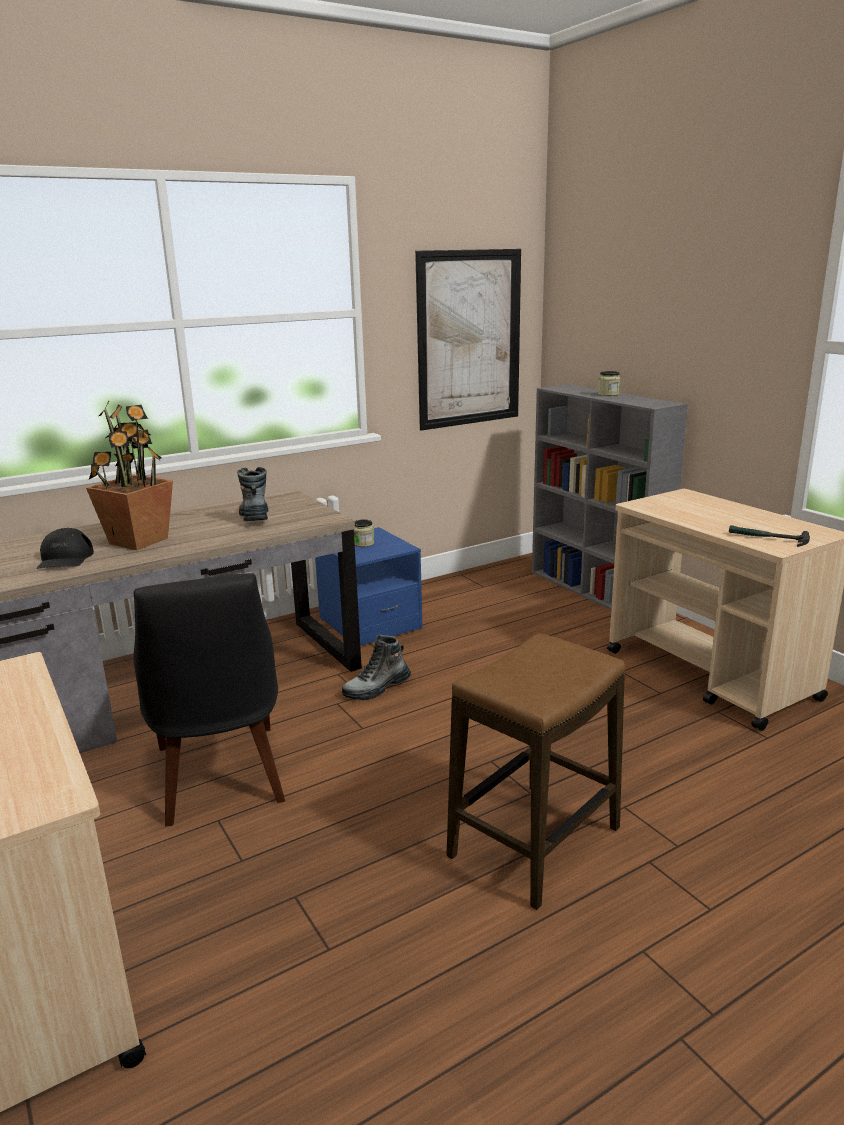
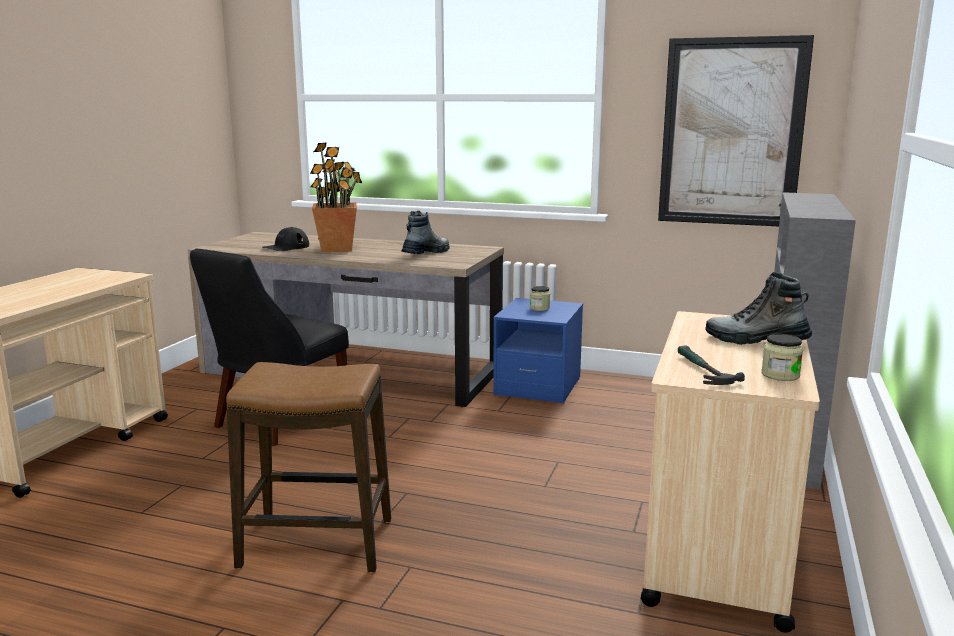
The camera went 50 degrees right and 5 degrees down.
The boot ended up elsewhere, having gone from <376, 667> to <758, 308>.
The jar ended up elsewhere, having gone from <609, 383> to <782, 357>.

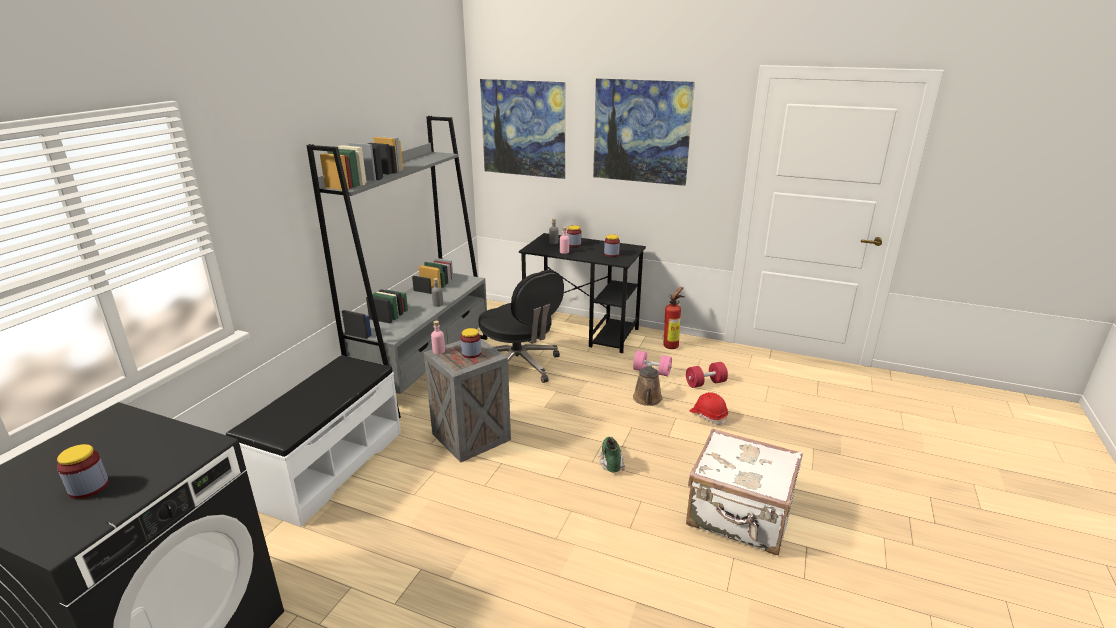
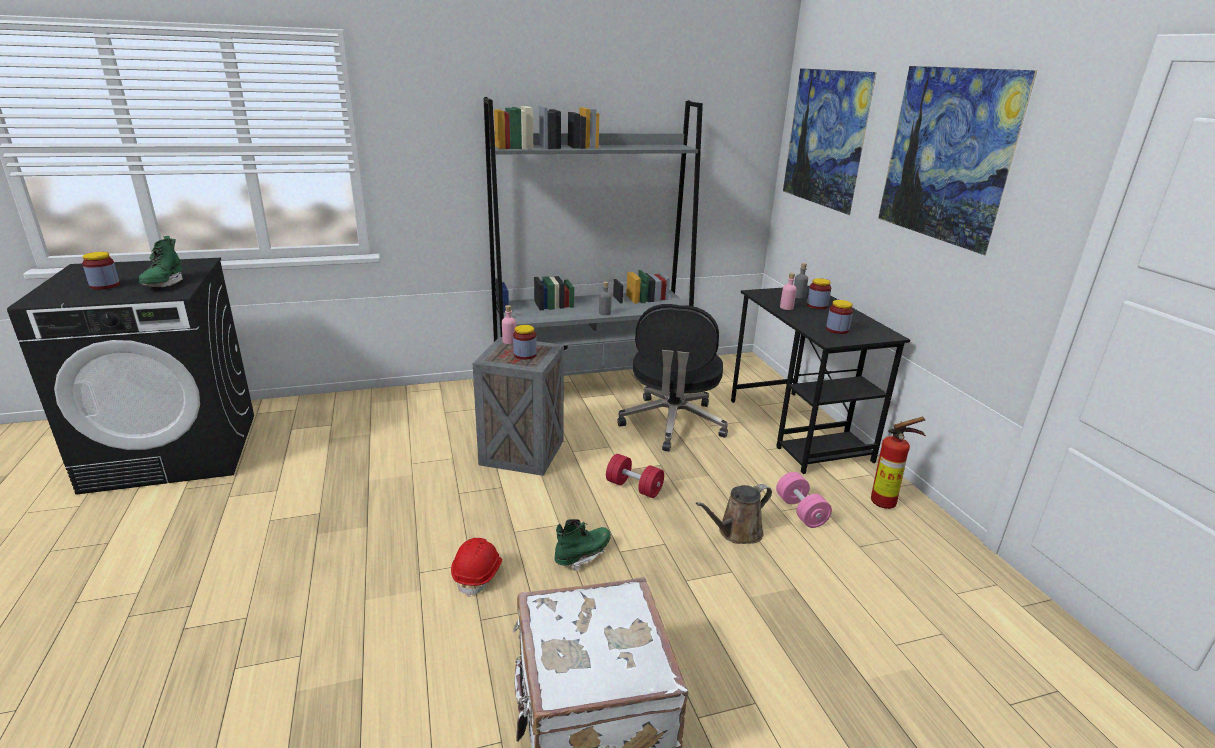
The camera went 50 degrees right and 0 degrees up.
The second view gained the green-coloured boot at <161, 261>.
The red-coloured hard hat ended up elsewhere, having gone from <709, 408> to <476, 567>.
The red-coloured hand weight ended up elsewhere, having gone from <707, 375> to <635, 476>.
The second view lost the white-coloured long seat at <313, 441>.

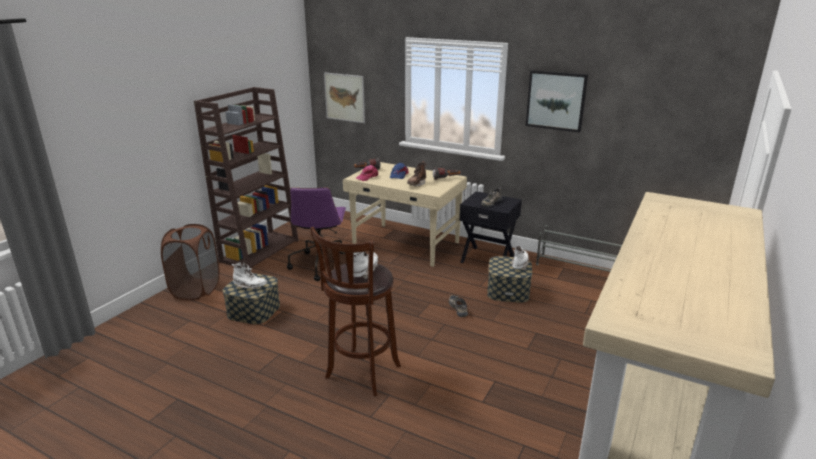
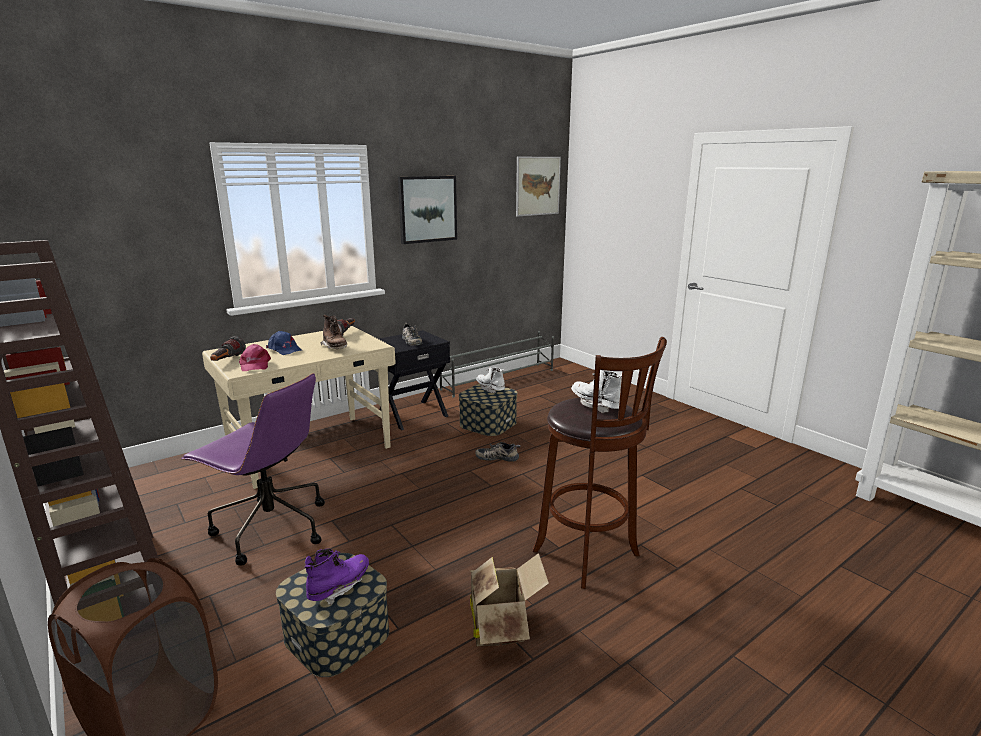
The camera went 65 degrees left and 5 degrees down.
What was the white-coloured boot at <249, 276> turned into the purple boot at <337, 576>.
The second view gained the carton at <509, 599>.
The wall picture ended up elsewhere, having gone from <344, 98> to <538, 186>.

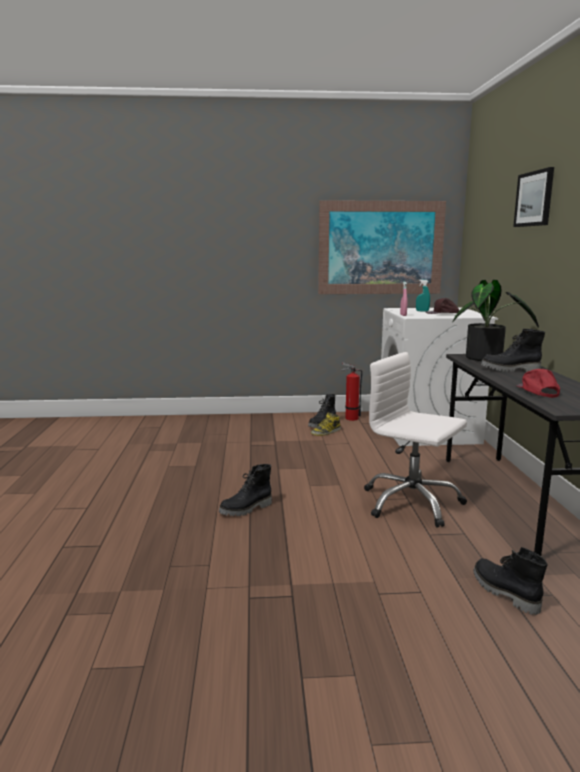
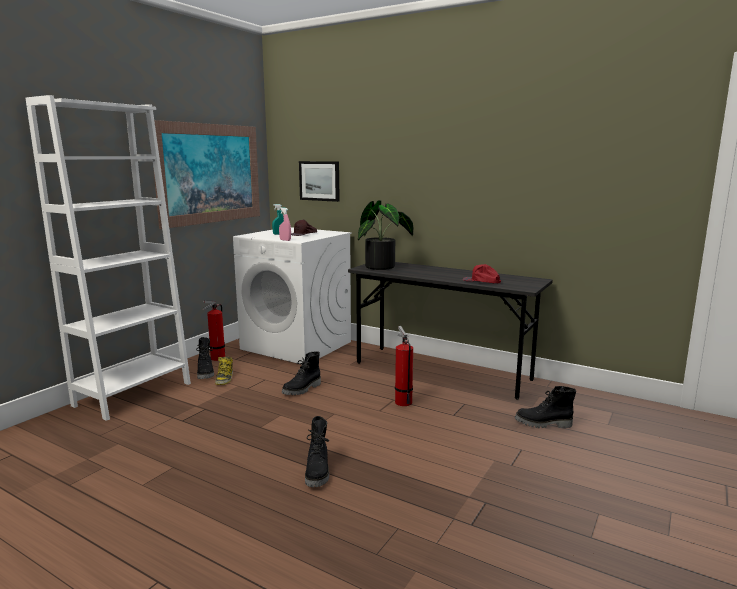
The camera went 55 degrees left and 0 degrees up.
The second view gained the white-coloured shelving unit at <108, 258>.
The blackish boot ended up elsewhere, having gone from <513, 350> to <301, 373>.
The wall picture ended up elsewhere, having gone from <533, 197> to <319, 181>.
Where the white-coloured office chair stood at <415, 440>, the fire extinguisher came to stand at <404, 366>.

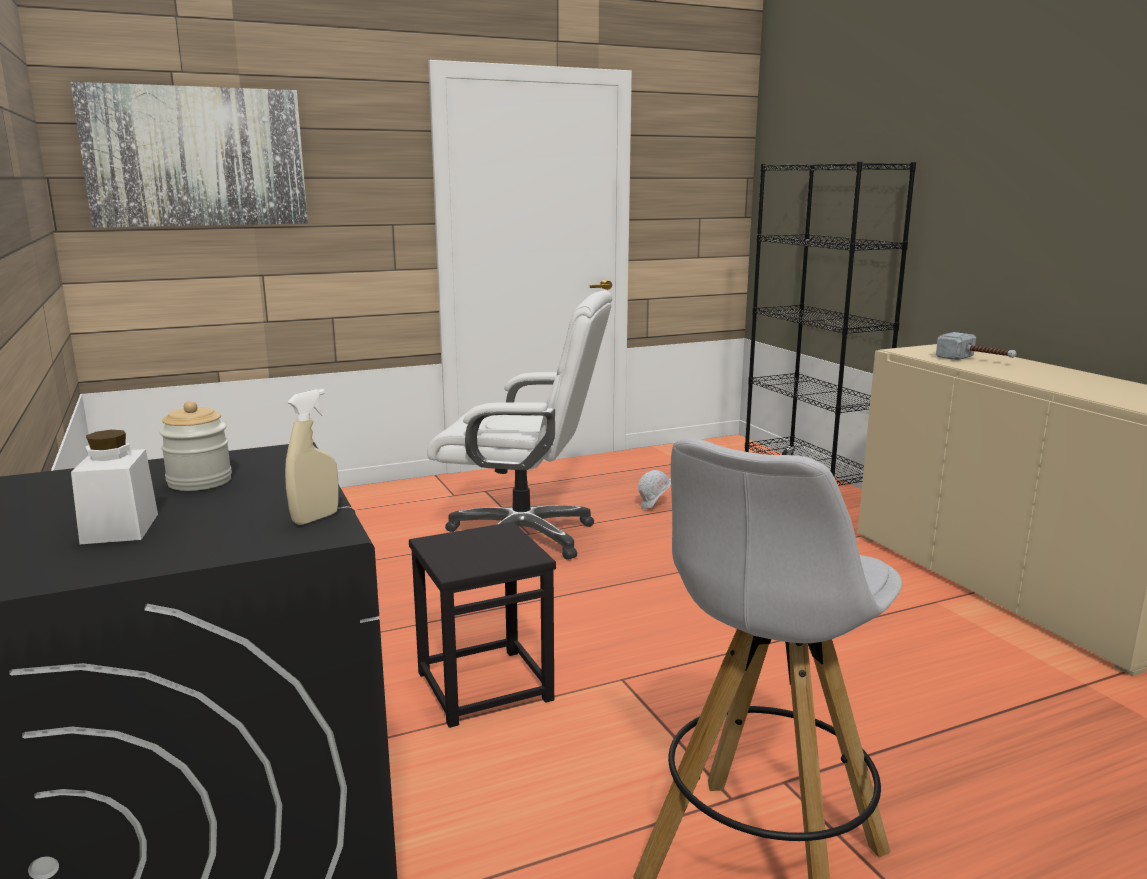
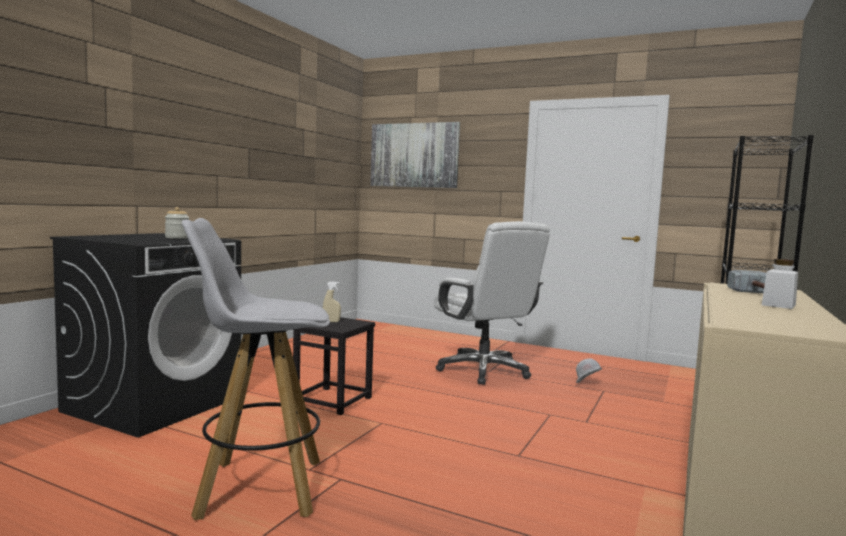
The camera went 50 degrees right and 10 degrees down.
The beige hand sprayer ended up elsewhere, having gone from <312, 457> to <332, 302>.
The white-coloured jar ended up elsewhere, having gone from <114, 487> to <780, 284>.

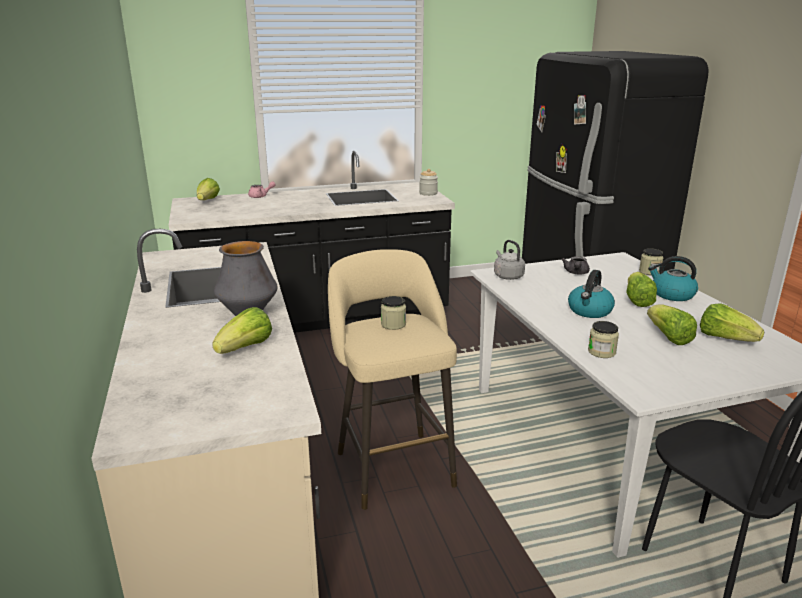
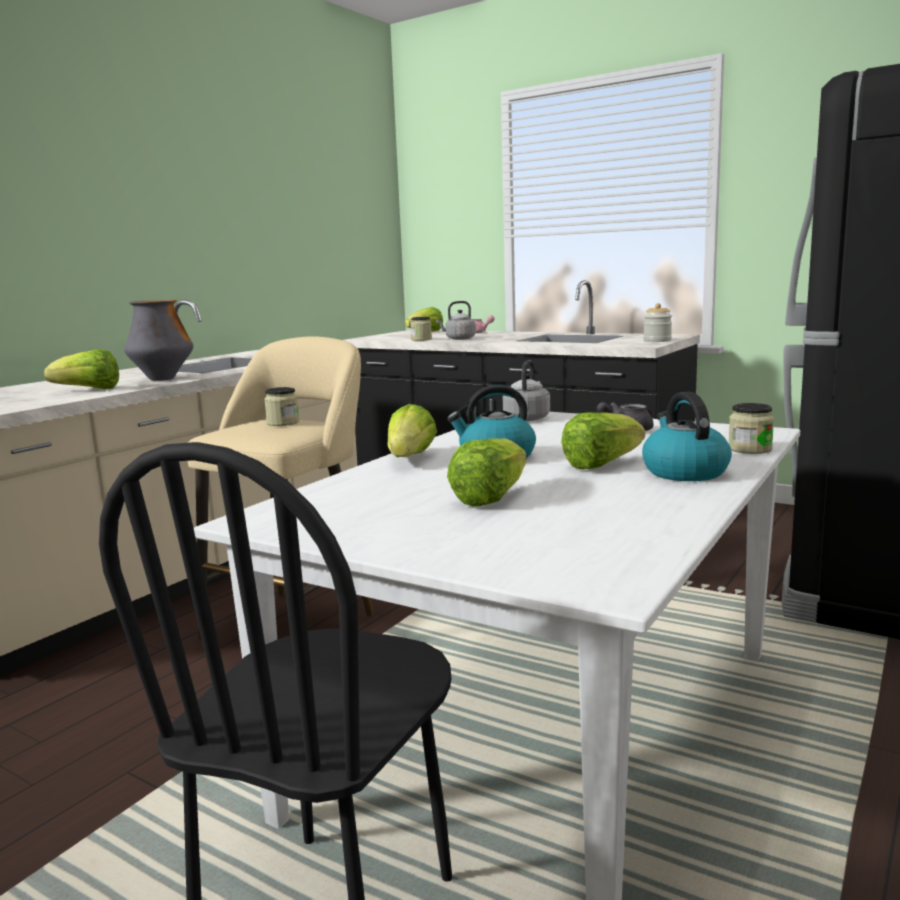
The camera went 50 degrees right and 10 degrees down.
The lettuce ended up elsewhere, having gone from <732, 322> to <412, 430>.
The jar ended up elsewhere, having gone from <603, 339> to <421, 329>.
The second view gained the greyish tea kettle at <456, 320>.

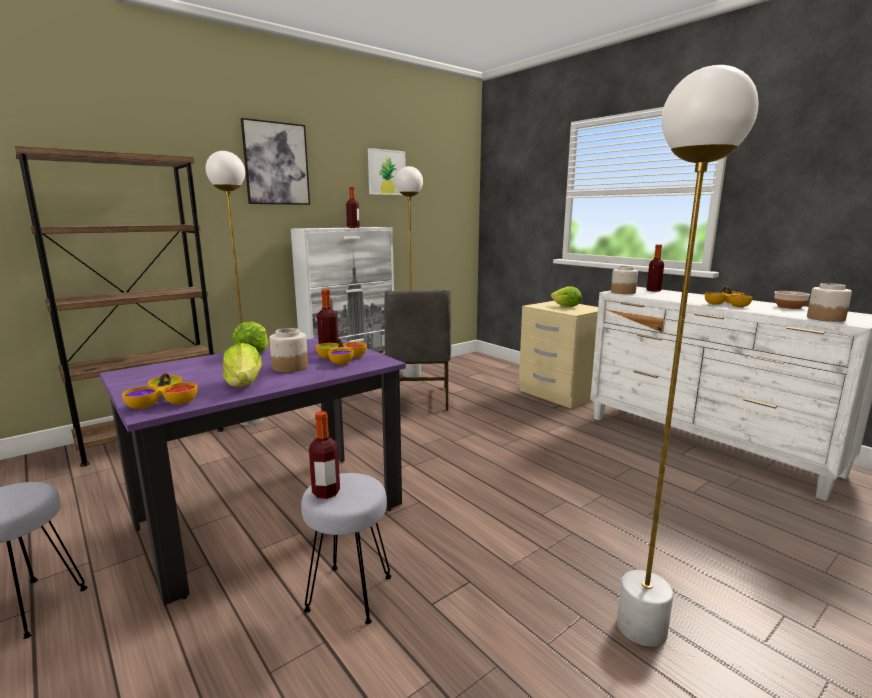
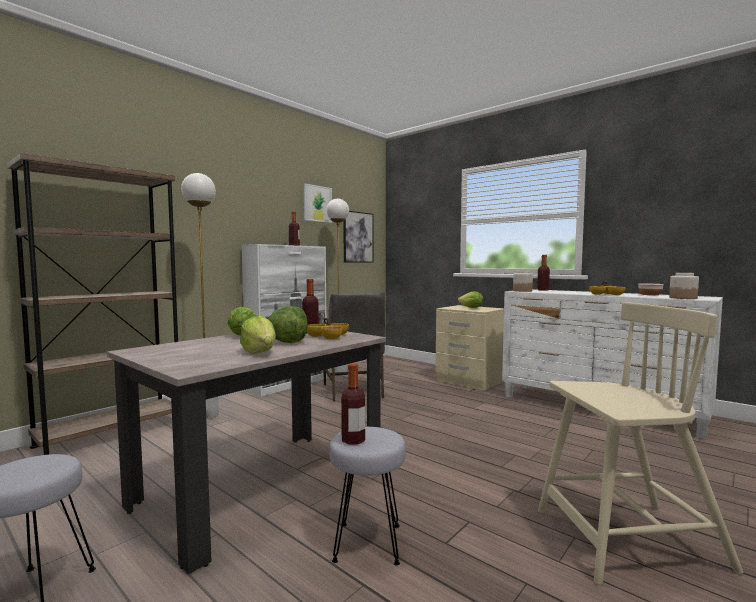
The camera went 10 degrees left and 10 degrees down.
What was the purple kitchen table at <252, 471> turned into the beige kitchen table at <246, 453>.
Where the jar stood at <288, 350>, the lettuce came to stand at <288, 324>.
The wall picture ended up elsewhere, having gone from <275, 161> to <358, 237>.
Where the white-coloured standard lamp stood at <687, 356>, the beige upright chair came to stand at <640, 443>.
The second view lost the bowl at <160, 391>.

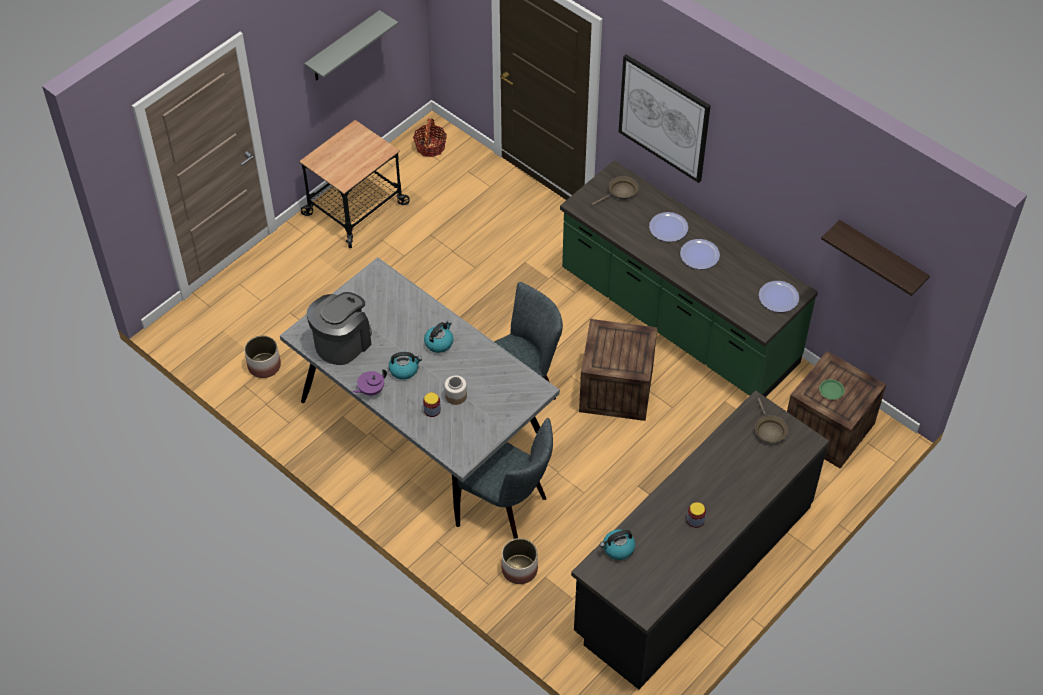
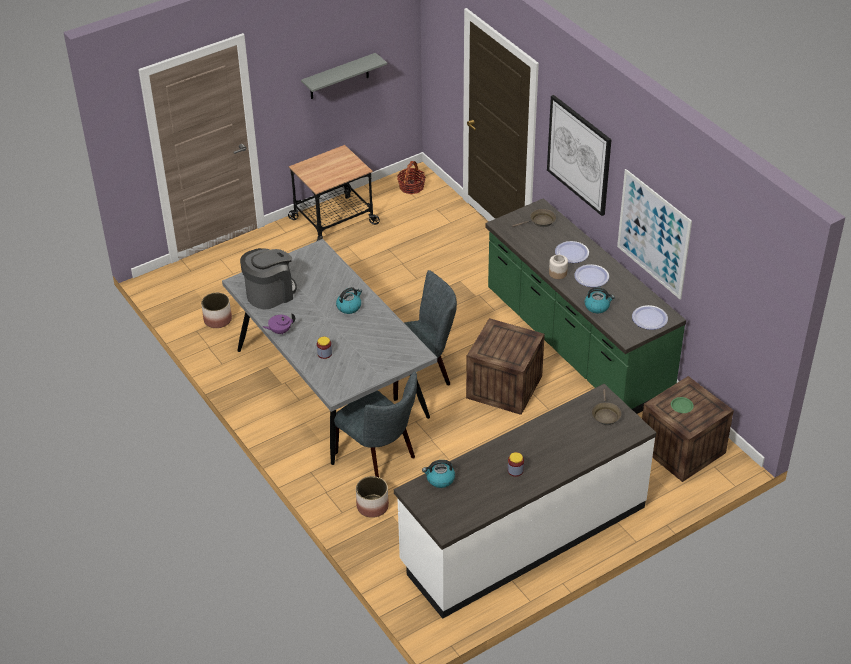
The camera went 15 degrees right and 10 degrees down.
What was the blackish counter at <700, 539> turned into the white-coloured counter at <525, 501>.
The jar ended up elsewhere, having gone from <455, 390> to <558, 267>.
The tea kettle ended up elsewhere, having gone from <405, 366> to <599, 300>.
The second view gained the wall picture at <654, 234>.
The second view lost the shelf at <875, 258>.

